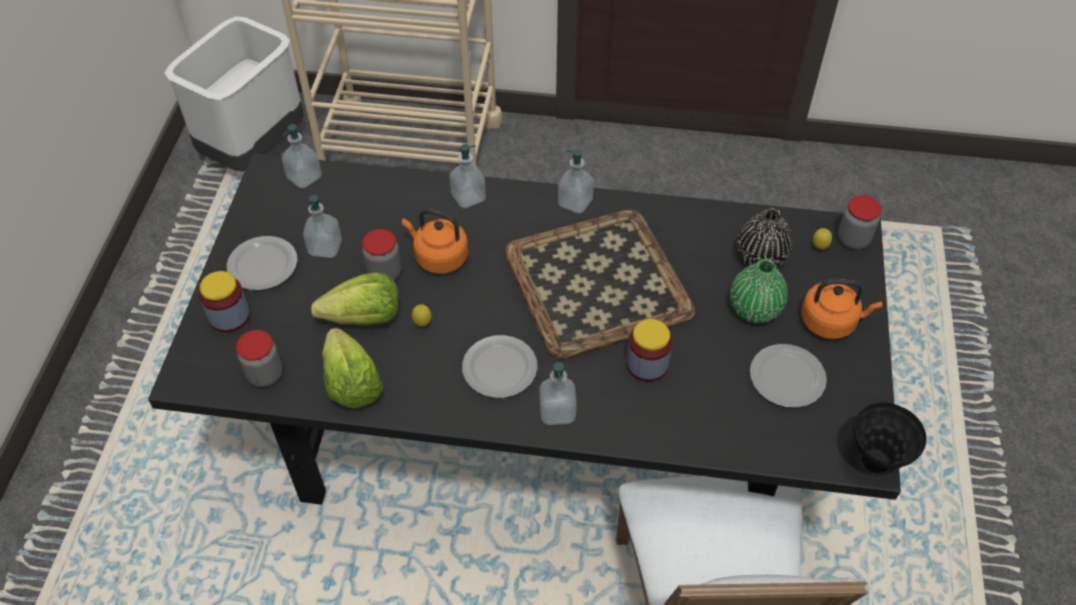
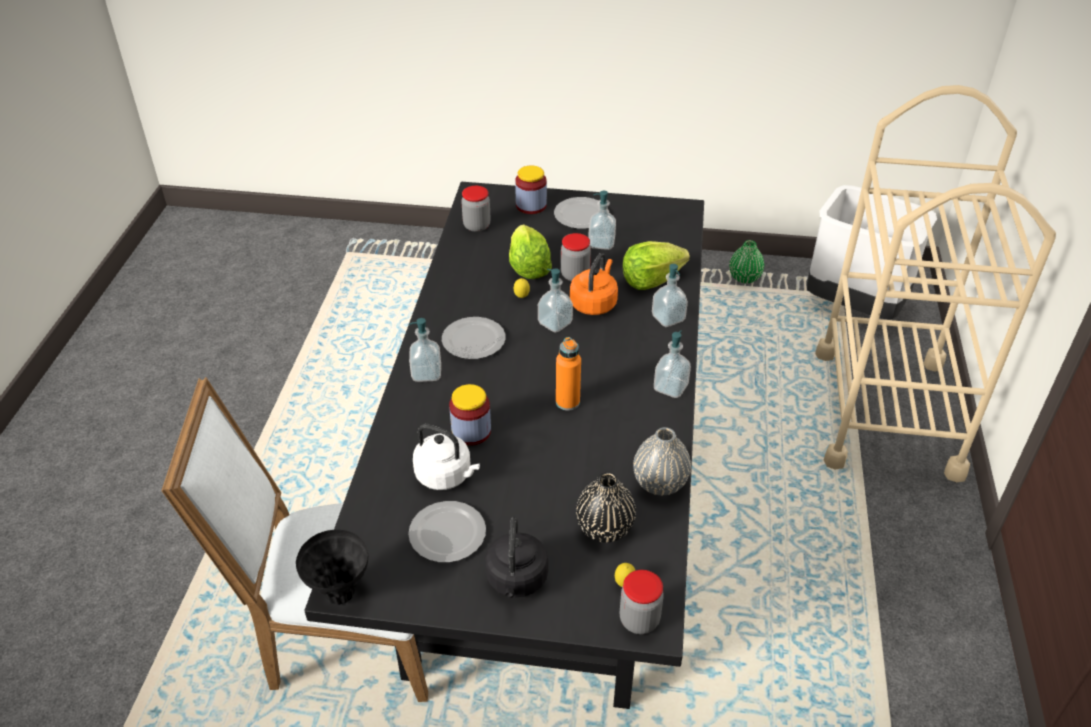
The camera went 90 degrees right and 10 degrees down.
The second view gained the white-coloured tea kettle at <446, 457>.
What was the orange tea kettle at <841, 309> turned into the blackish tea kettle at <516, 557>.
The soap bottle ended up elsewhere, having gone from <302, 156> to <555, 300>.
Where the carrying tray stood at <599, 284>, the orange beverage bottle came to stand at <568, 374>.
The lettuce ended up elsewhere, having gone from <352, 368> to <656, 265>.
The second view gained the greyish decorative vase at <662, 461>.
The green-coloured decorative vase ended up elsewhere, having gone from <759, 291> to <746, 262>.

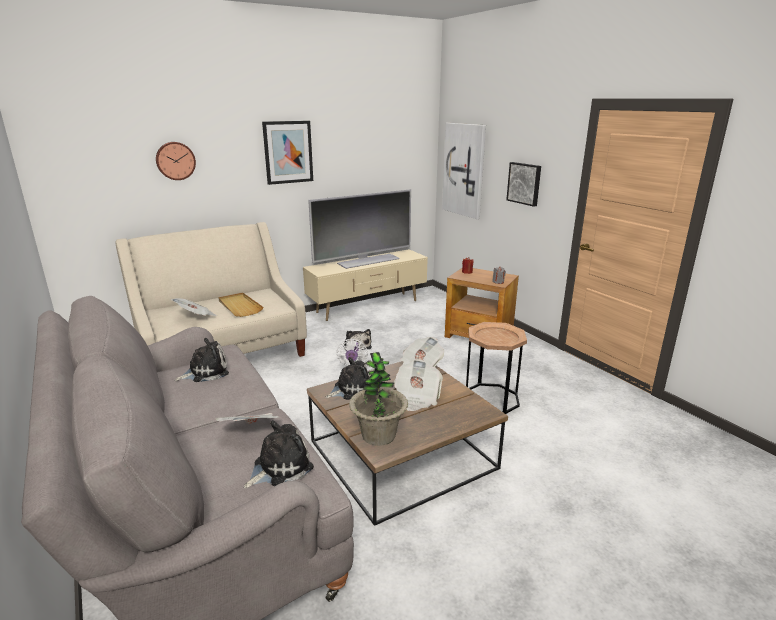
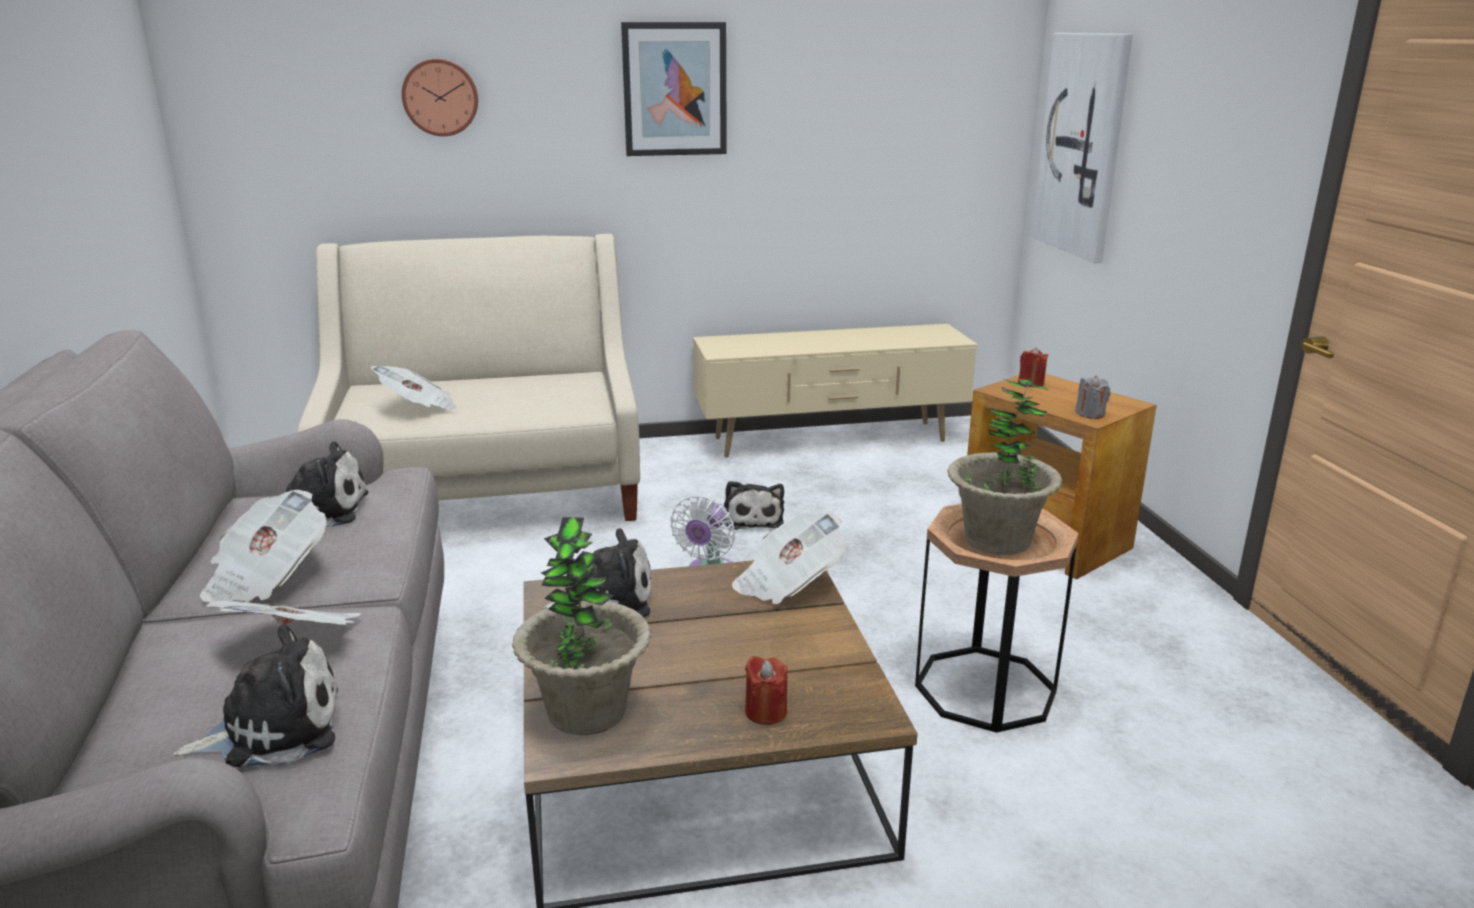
The camera went 20 degrees right and 0 degrees up.
The newspaper ended up elsewhere, having gone from <418, 385> to <263, 546>.
The second view gained the red-coloured wax candle at <766, 690>.
The second view gained the plant in a pot at <1004, 466>.
The second view lost the beige carrying tray at <240, 305>.
The second view lost the TV set at <359, 229>.
The second view lost the wall picture at <523, 184>.

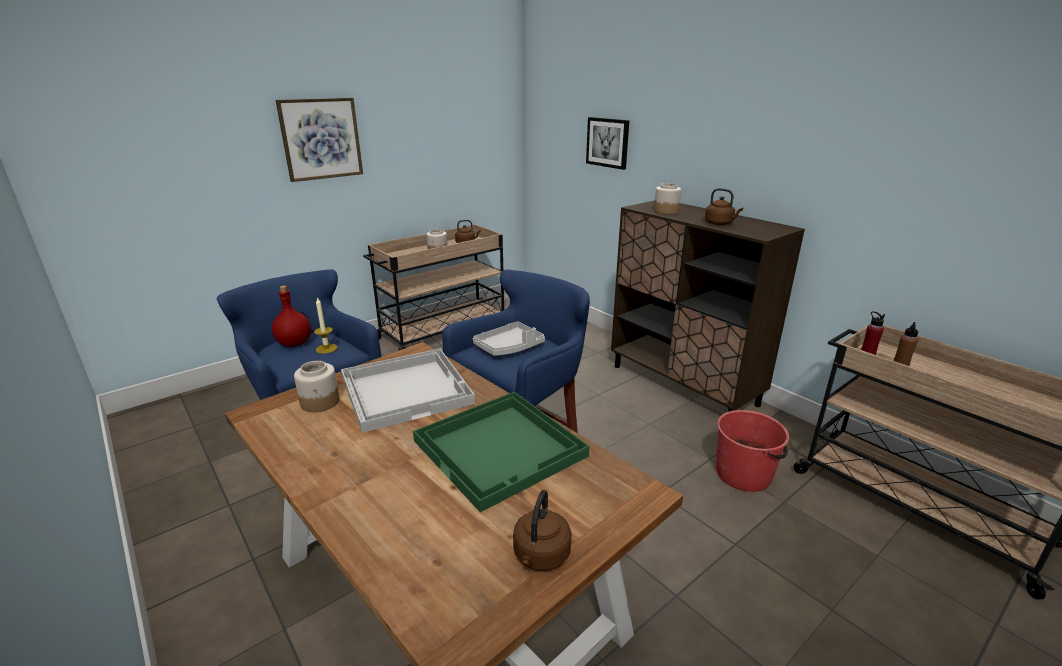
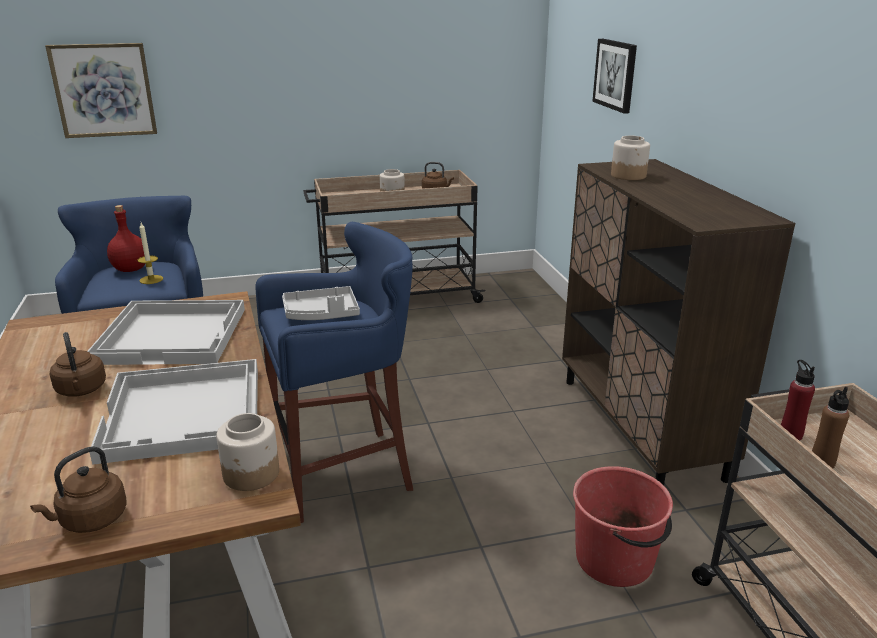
The camera went 25 degrees right and 0 degrees up.
The wall picture ended up elsewhere, having gone from <319, 140> to <101, 90>.
The brownish tea kettle ended up elsewhere, having gone from <724, 206> to <78, 364>.
What was the green-coloured carrying tray at <501, 452> turned into the white-coloured carrying tray at <173, 412>.
The jar ended up elsewhere, having gone from <317, 386> to <247, 452>.

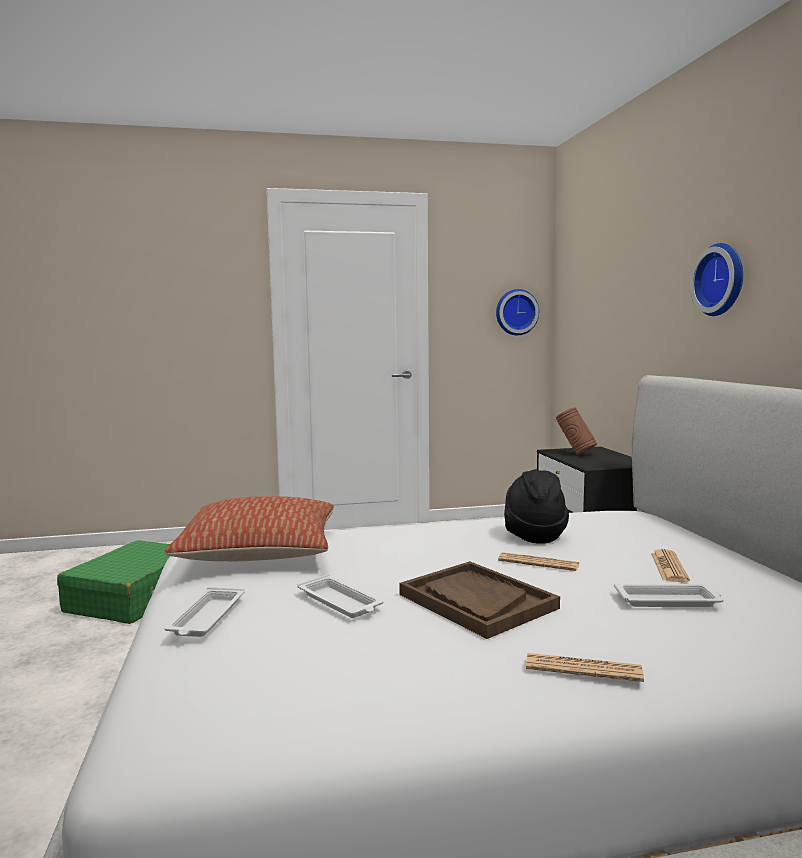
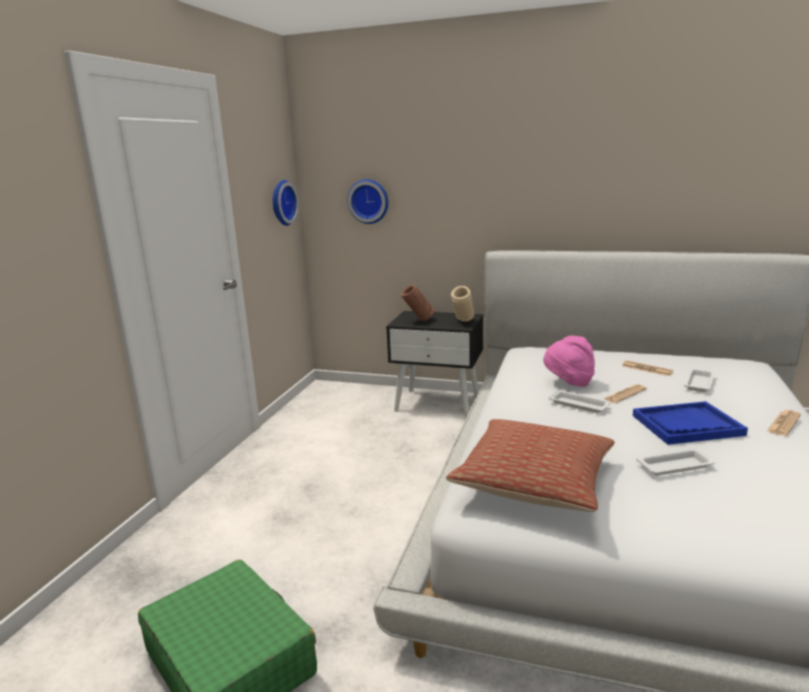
The camera went 60 degrees left and 10 degrees up.
The hanging clock ended up elsewhere, having gone from <716, 279> to <367, 201>.
The second view gained the beige decorative vase at <462, 304>.
What was the blackish clothing hat at <536, 506> turned into the pink-coloured clothing hat at <569, 361>.
The white-coloured carrying tray ended up elsewhere, having gone from <204, 612> to <579, 401>.
What was the brownish carrying tray at <479, 600> turned into the blue-coloured carrying tray at <690, 423>.

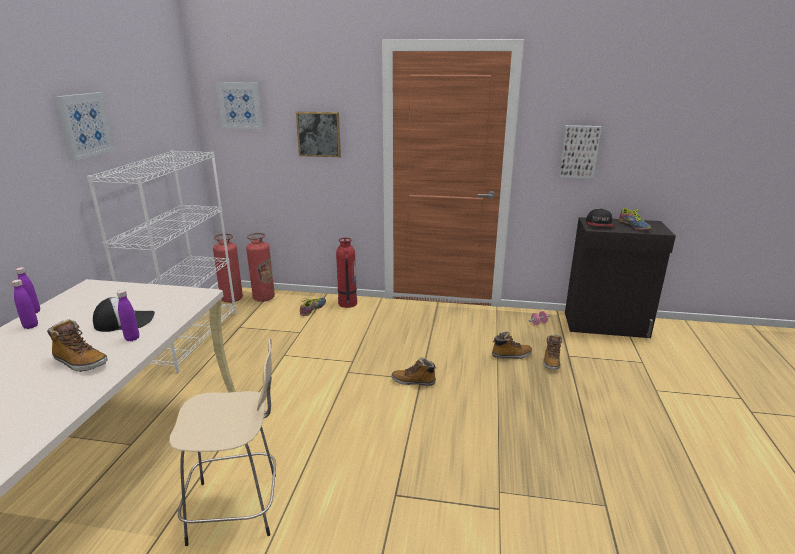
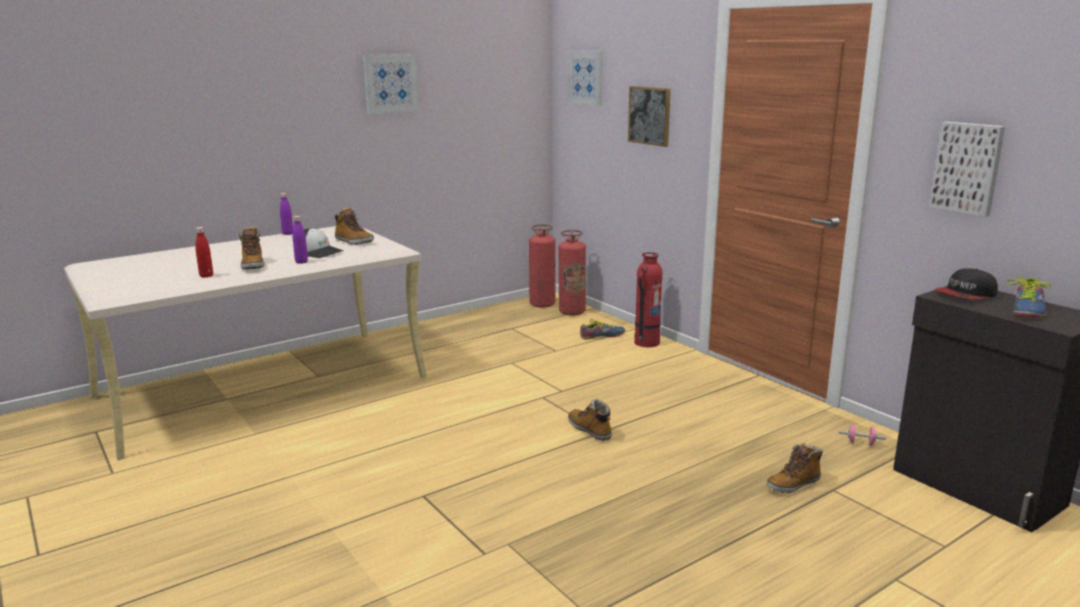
The camera went 45 degrees right and 5 degrees down.
The second view gained the red-coloured beverage bottle at <204, 252>.
The boot ended up elsewhere, having gone from <512, 345> to <354, 226>.
The second view lost the purple beverage bottle at <25, 304>.
The second view lost the white-coloured shelving unit at <161, 261>.
The second view lost the beige sitting stool at <222, 442>.

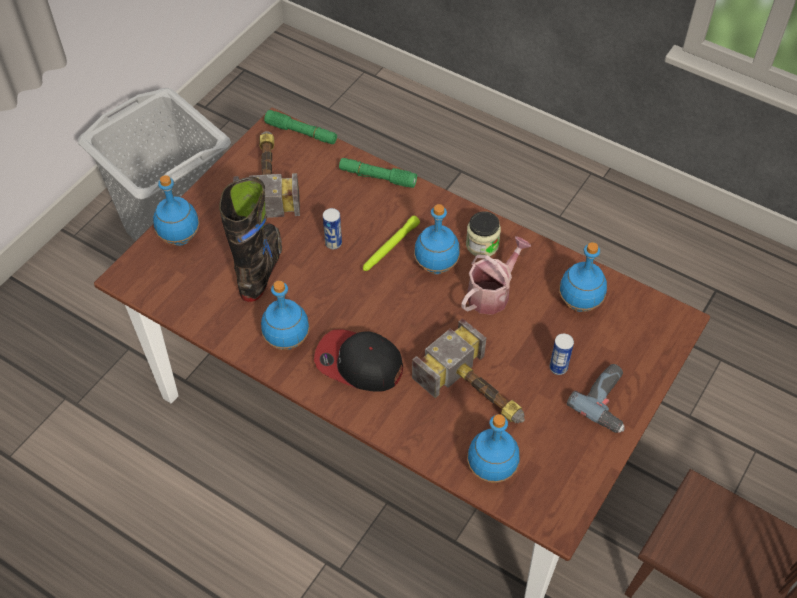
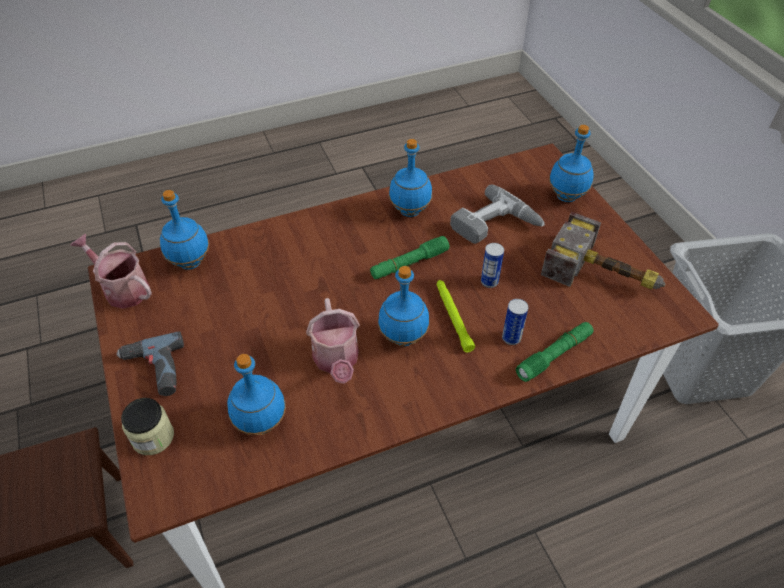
The camera went 125 degrees right and 5 degrees down.
The second view gained the sprinkling can at <111, 271>.
The jar ended up elsewhere, having gone from <483, 233> to <147, 426>.
The green-coloured hand torch ended up elsewhere, having gone from <300, 127> to <410, 257>.
Where the blackish boot stood at <250, 239>, the electric drill came to stand at <497, 214>.
The can ended up elsewhere, having gone from <561, 354> to <515, 322>.
The second view lost the baseball cap at <358, 360>.
The second view lost the hand hammer at <468, 370>.

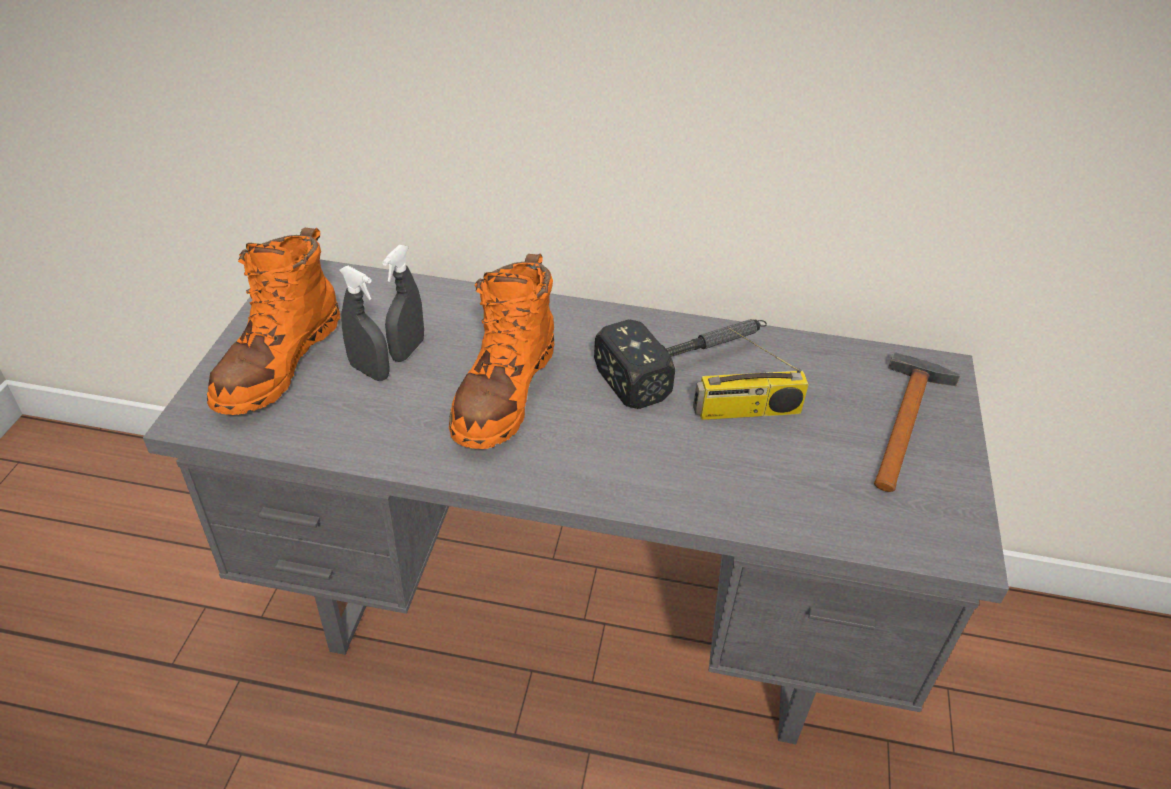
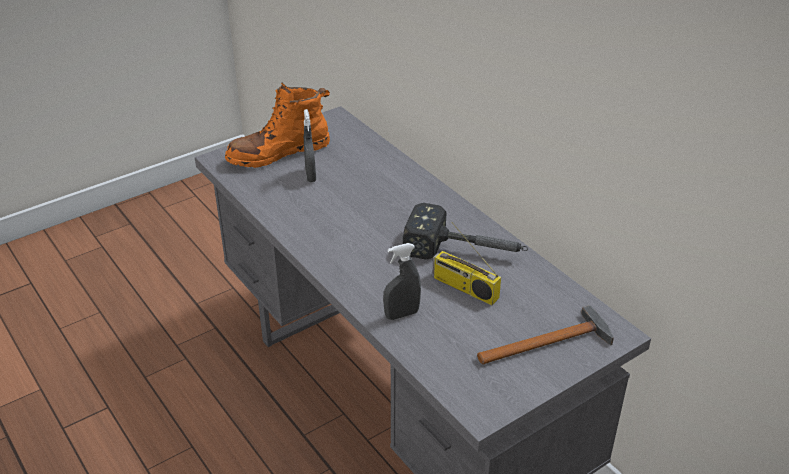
The camera went 45 degrees right and 5 degrees down.
The greyish hand sprayer ended up elsewhere, having gone from <403, 303> to <402, 281>.
The second view lost the orange boot at <501, 351>.

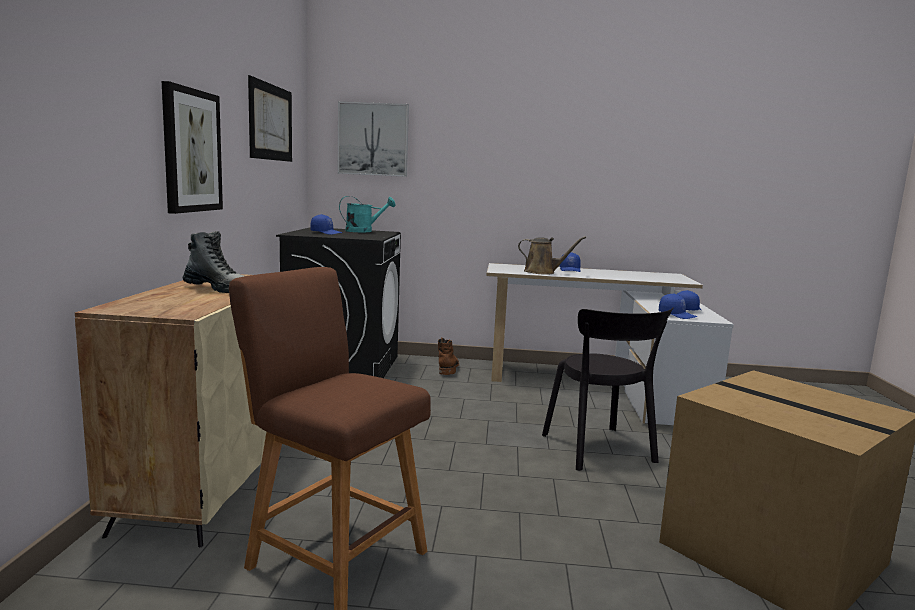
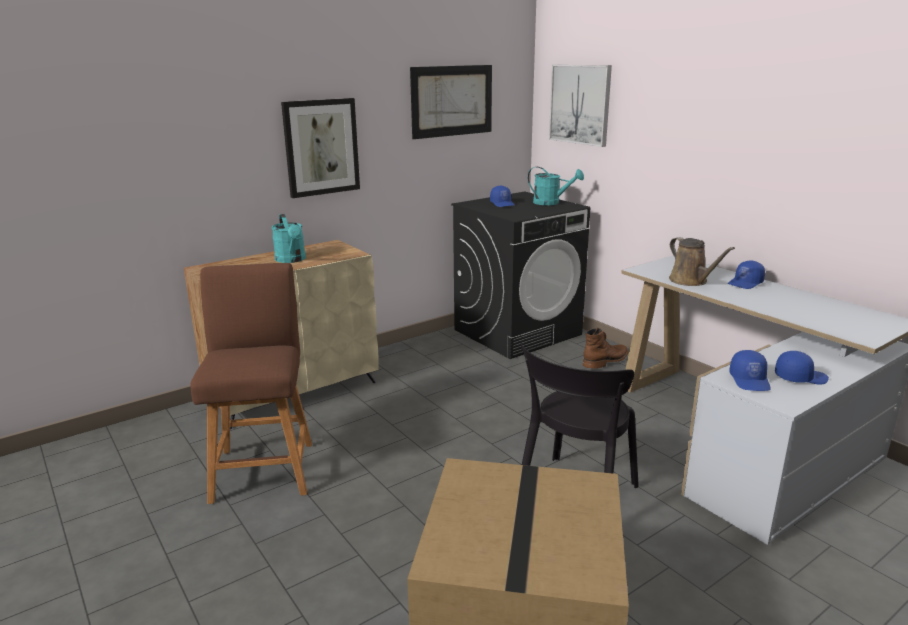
The camera went 50 degrees right and 10 degrees up.
Where the boot stood at <213, 262>, the turquoise-coloured sprinkling can came to stand at <288, 238>.

